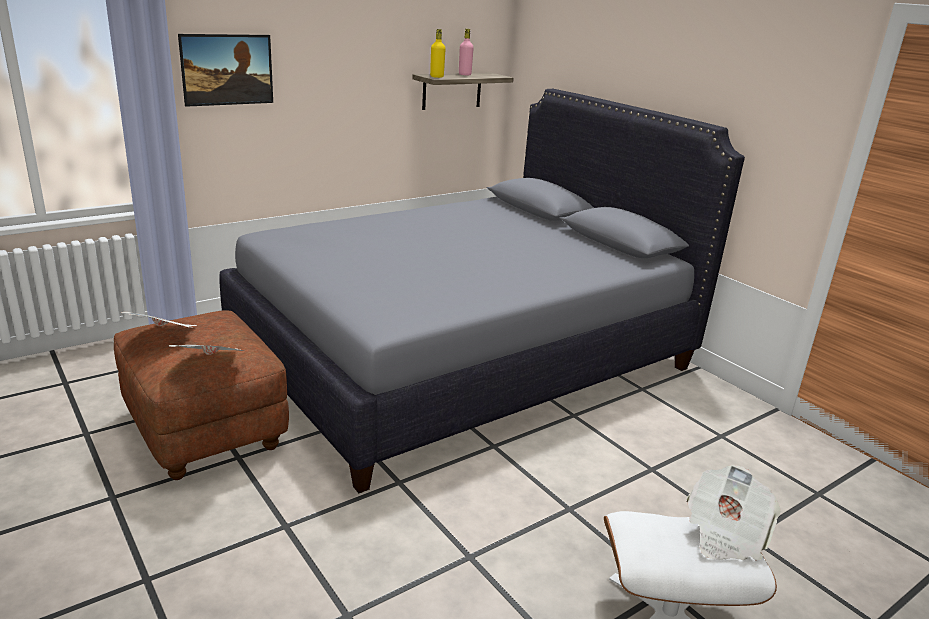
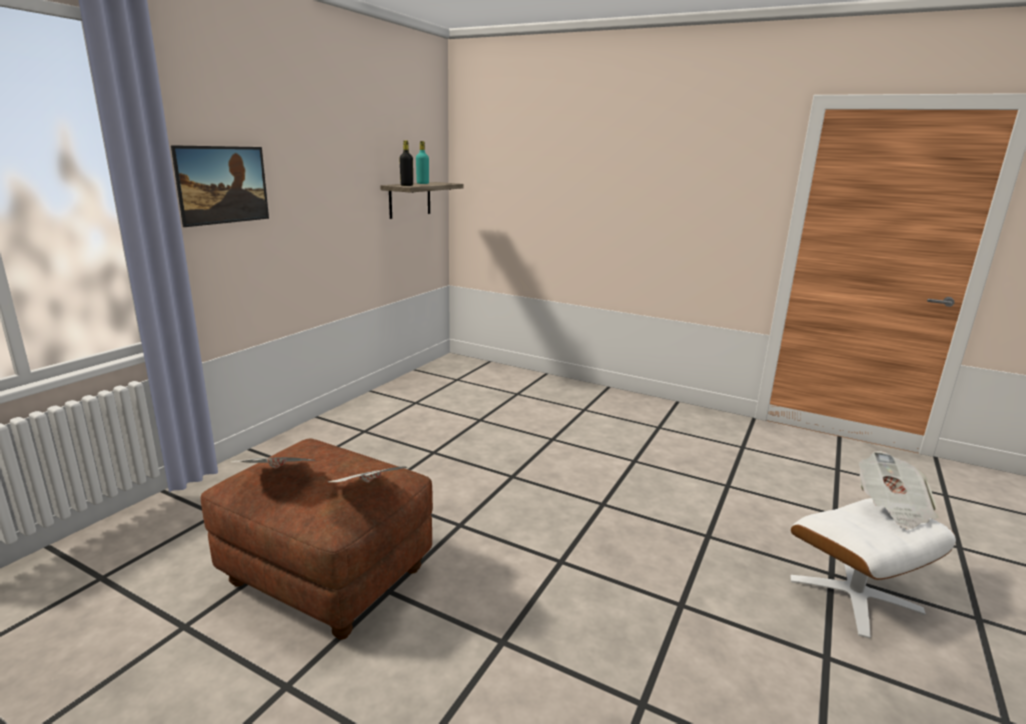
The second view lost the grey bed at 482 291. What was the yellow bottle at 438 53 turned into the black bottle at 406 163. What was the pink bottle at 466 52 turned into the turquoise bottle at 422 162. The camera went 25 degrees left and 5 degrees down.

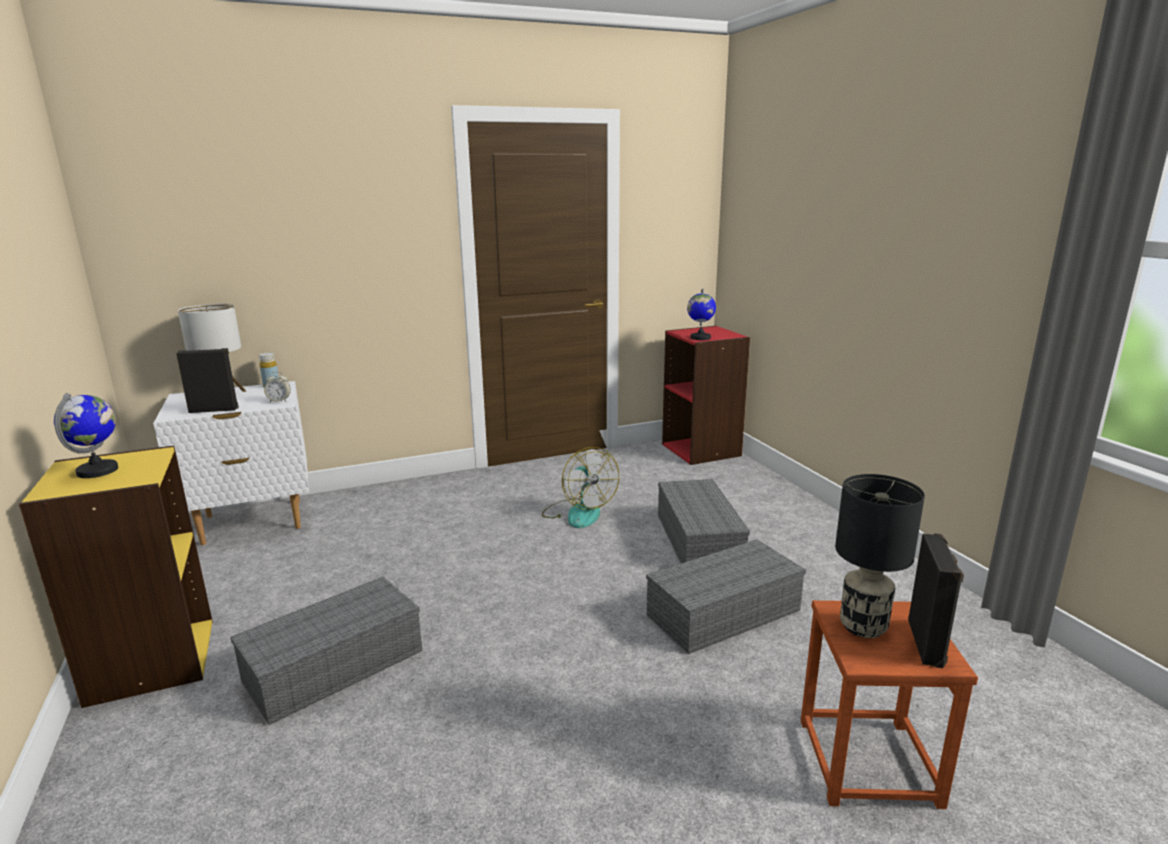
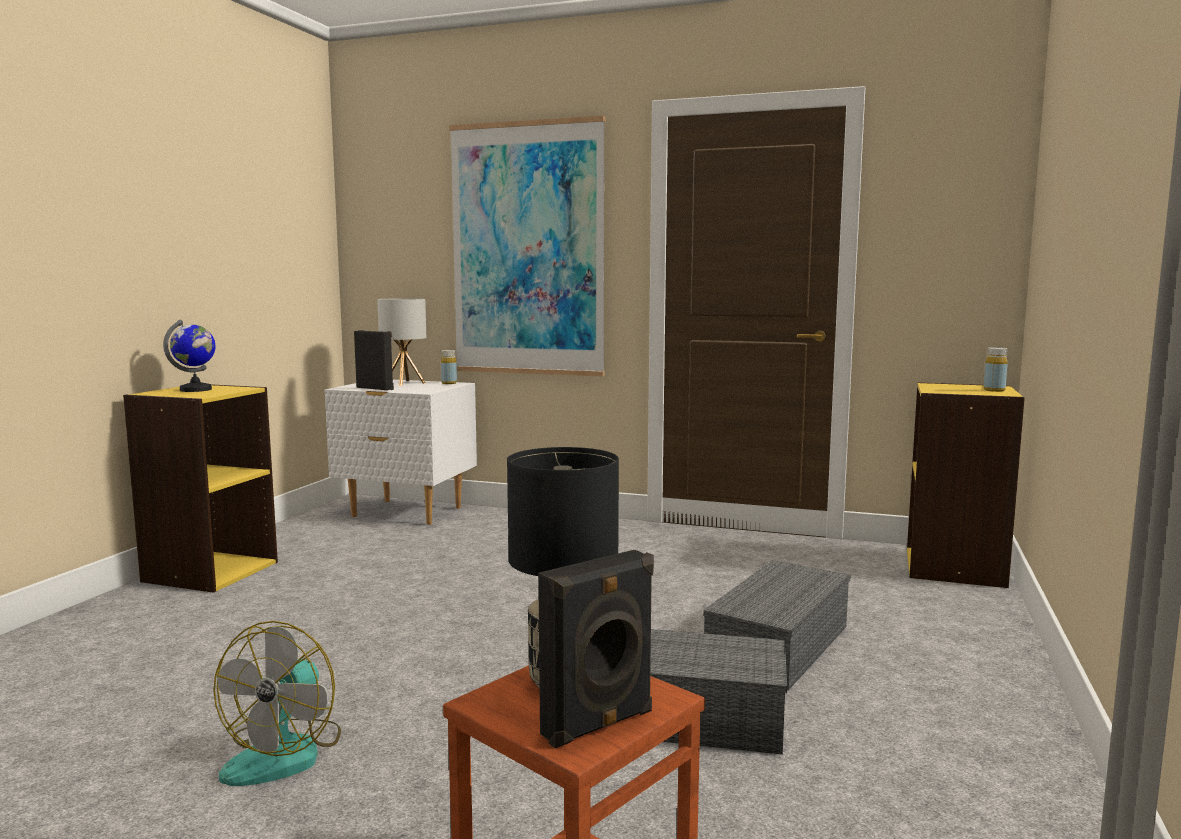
The second view lost the grey storage box at 326 651. The second view lost the alarm clock at 277 387. The fan ended up elsewhere, having gone from 580 487 to 277 703. What was the red bookcase at 706 395 turned into the yellow bookcase at 966 485. The second view lost the globe at 701 314. The second view gained the picture at 527 246. The second view gained the yellow bottle at 996 369. The camera went 40 degrees right and 10 degrees down.

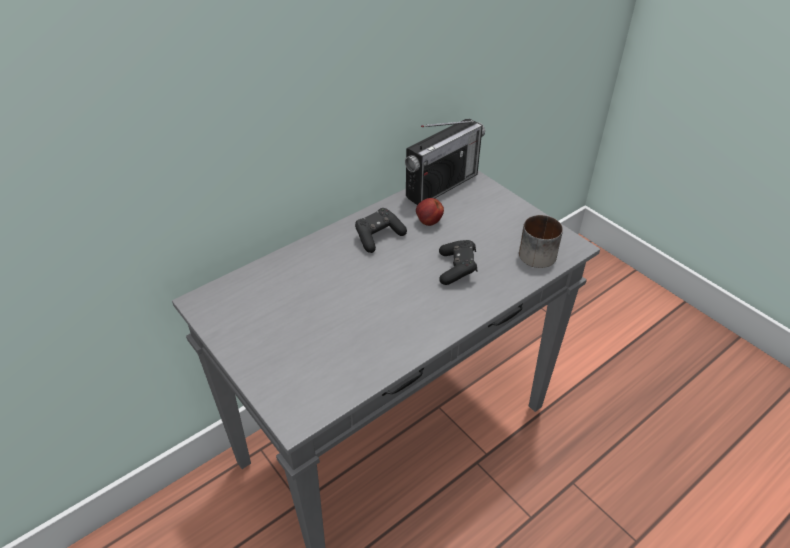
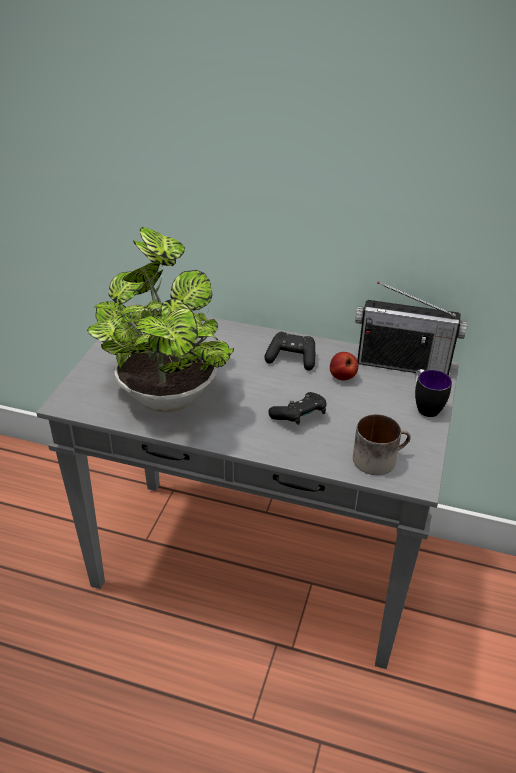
The second view gained the potted plant at 160 319. The second view gained the mug at 433 393. The camera went 55 degrees right and 5 degrees down.

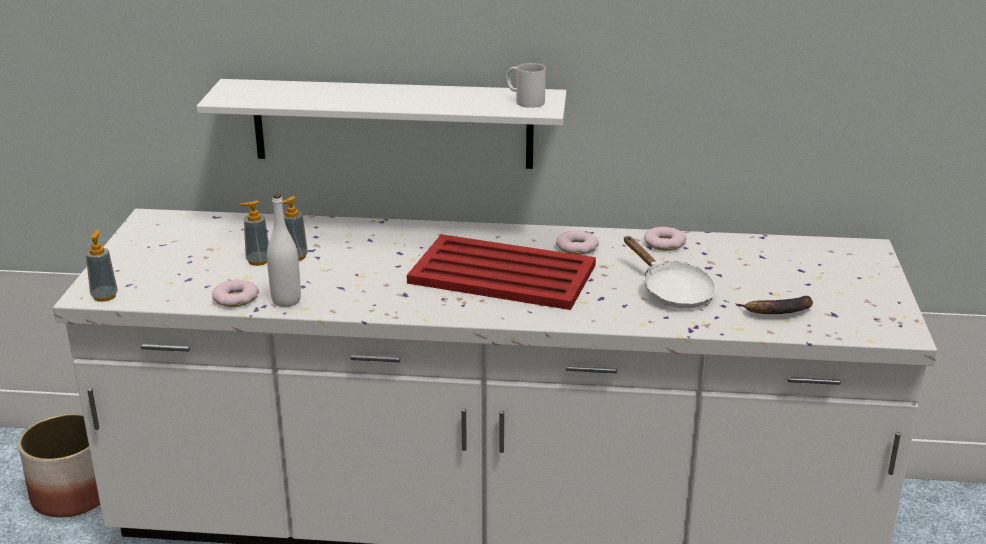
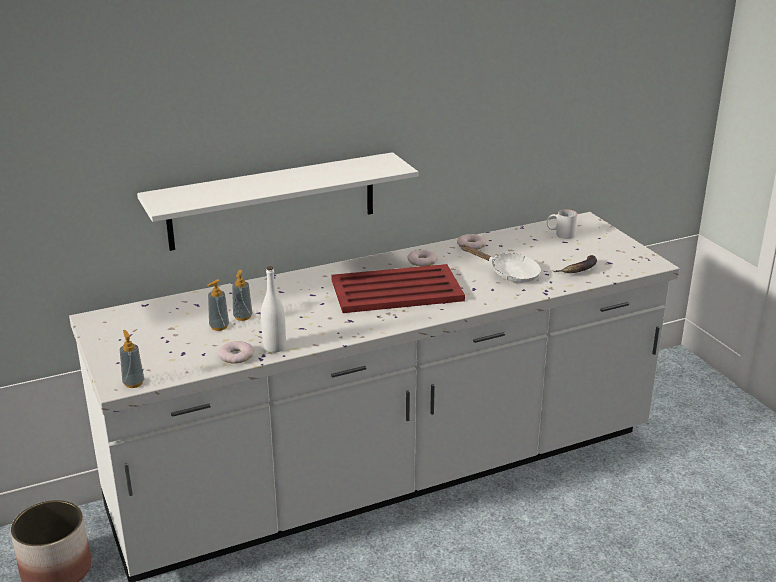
The white mug ended up elsewhere, having gone from 526 85 to 562 224. The camera went 30 degrees left and 0 degrees up.

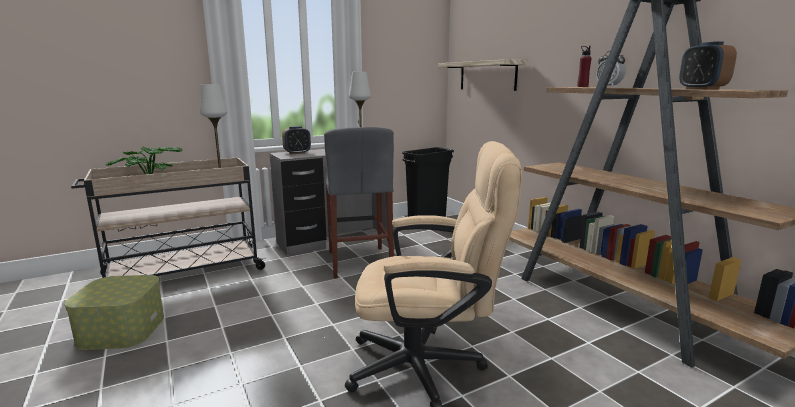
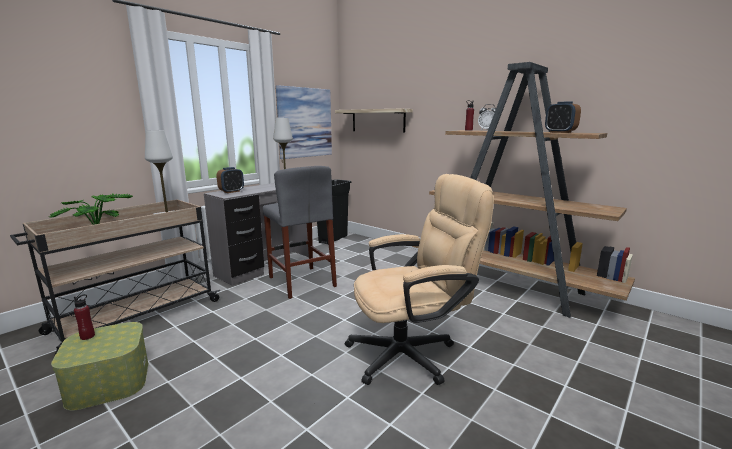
The second view gained the red bottle at 84 317. The second view gained the picture at 304 122. The camera went 20 degrees left and 0 degrees up.

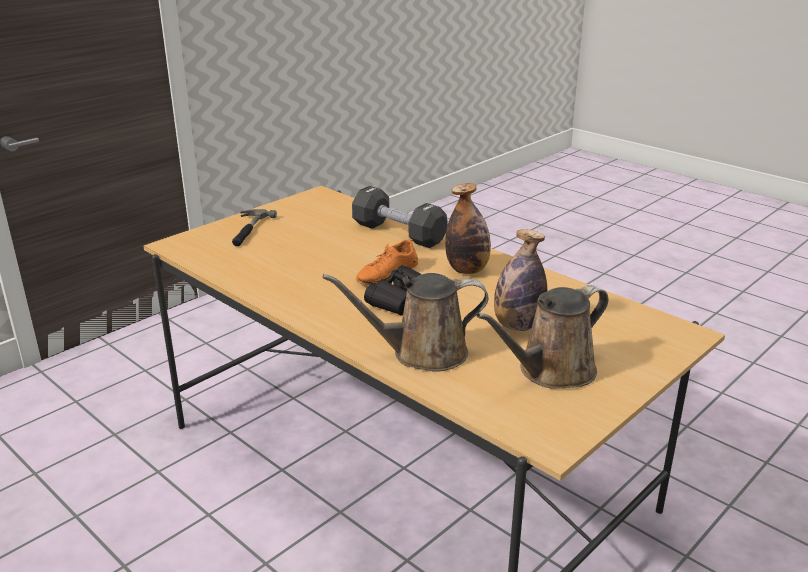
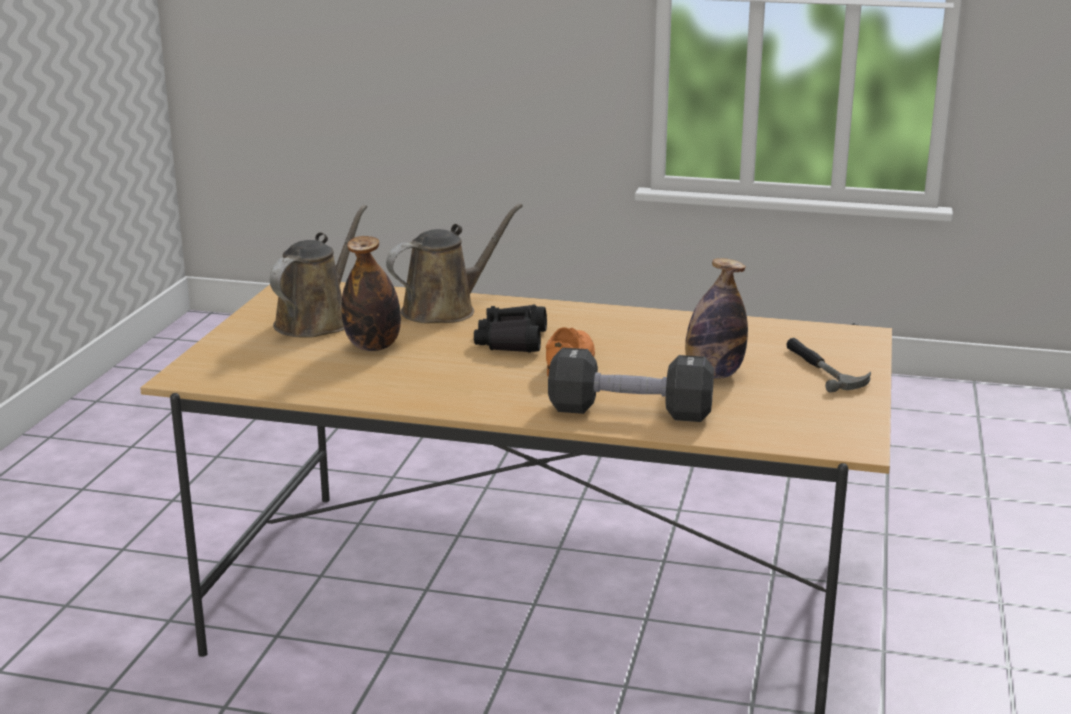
The bottle ended up elsewhere, having gone from 468 228 to 716 318. The camera went 150 degrees right and 5 degrees down.

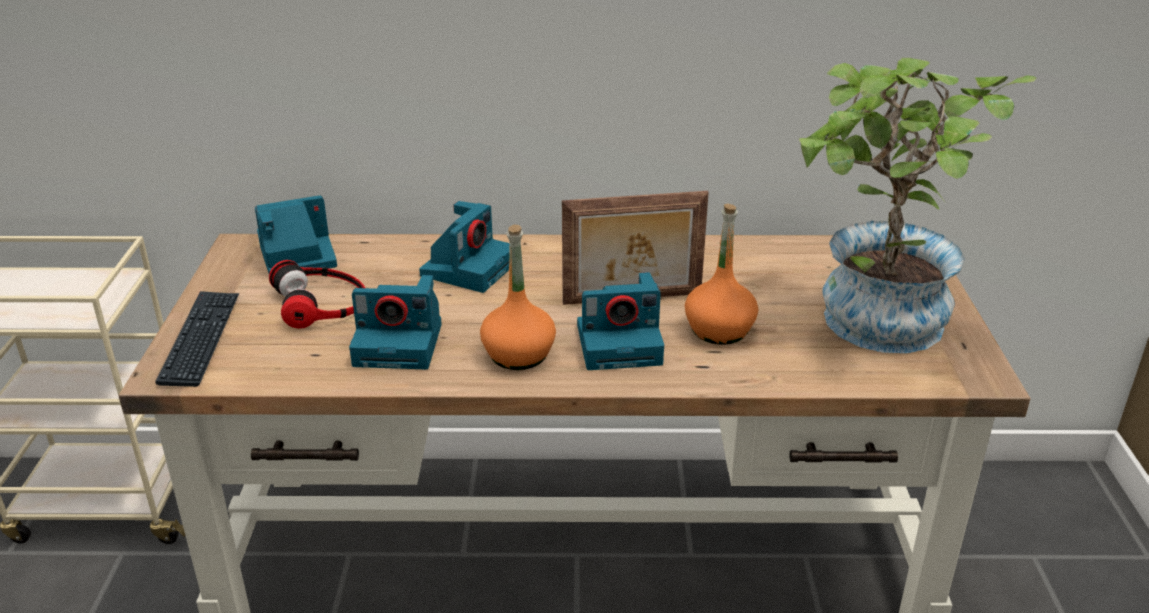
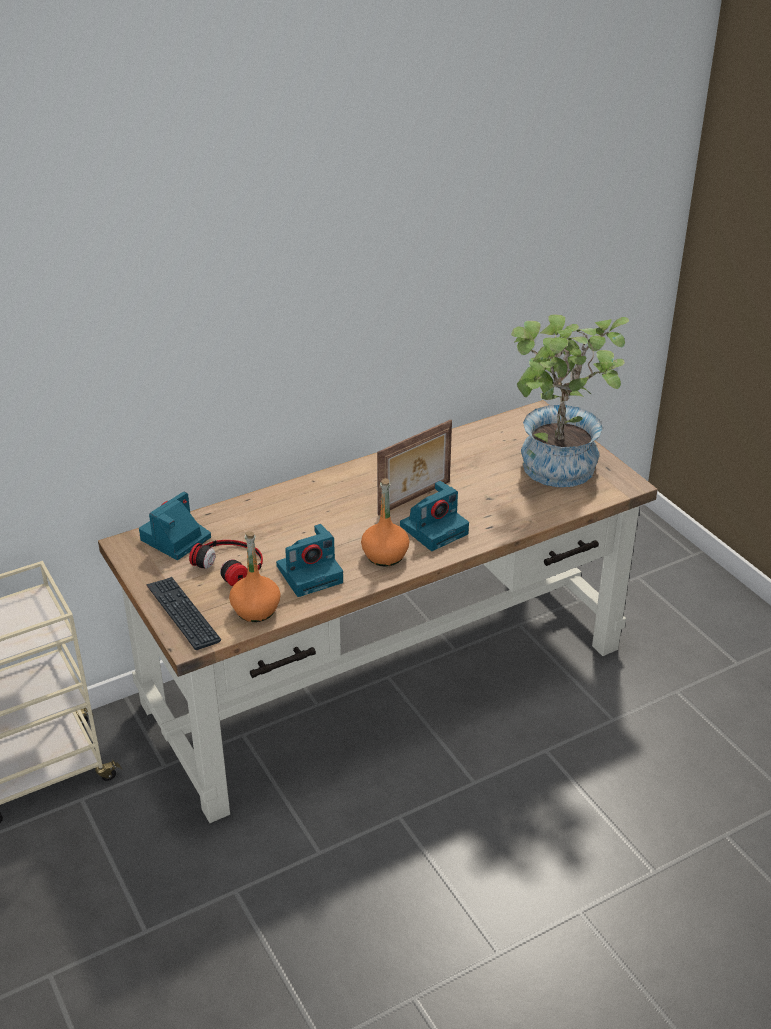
The second view lost the photo camera at 464 247. The orange bottle ended up elsewhere, having gone from 721 274 to 255 576. The camera went 30 degrees left and 5 degrees up.

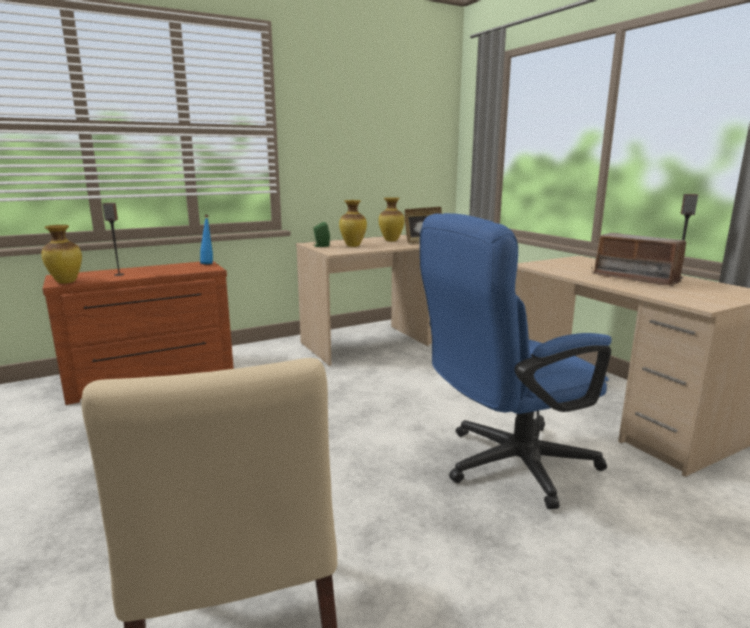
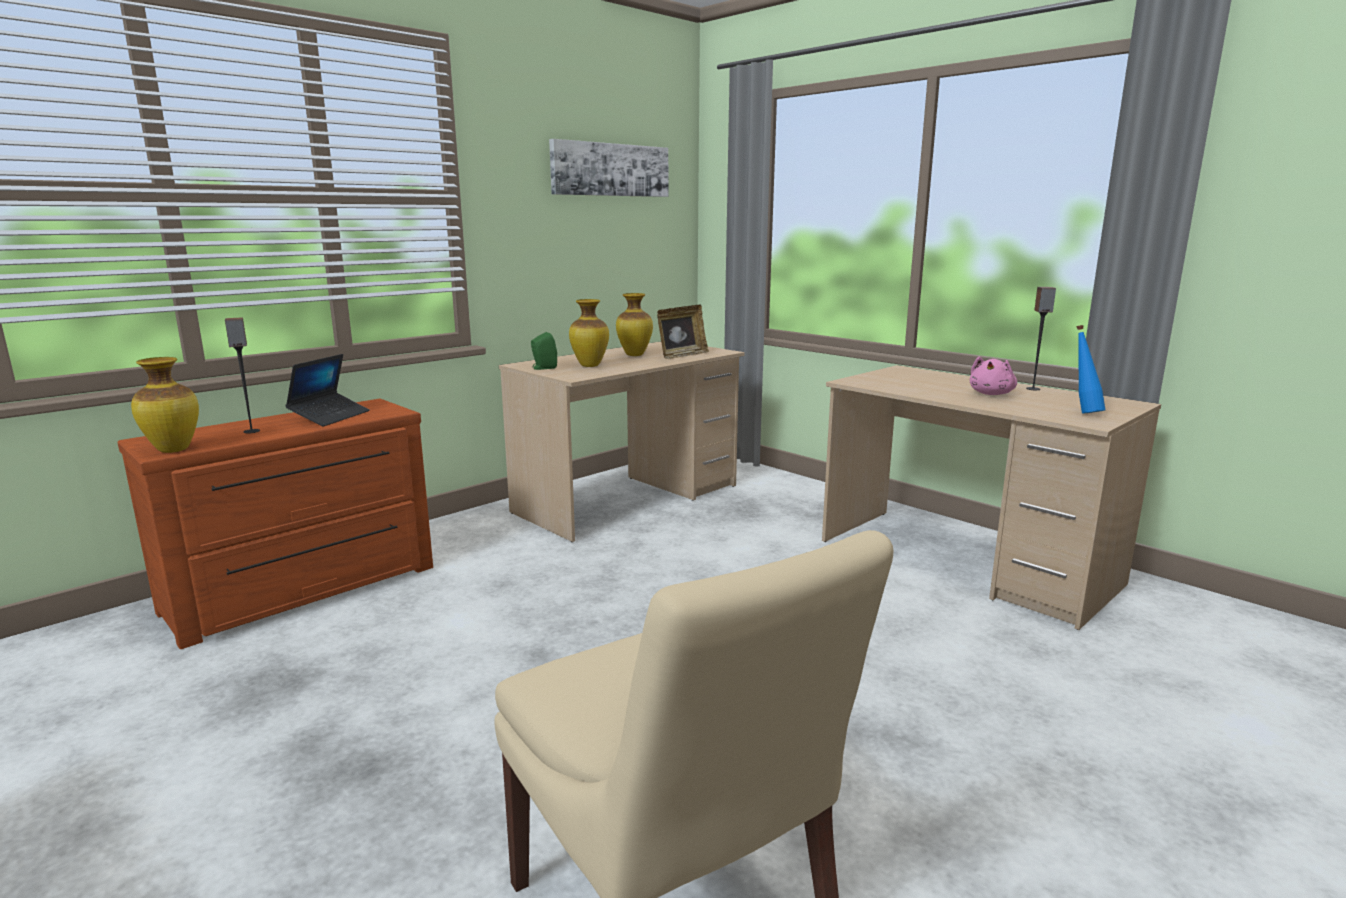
The blue bottle ended up elsewhere, having gone from 206 239 to 1091 369. The second view lost the blue office chair at 516 361. Where the radio stood at 641 260, the pink plush toy came to stand at 993 376. The second view gained the laptop at 327 390. The second view gained the picture at 608 168. The camera went 15 degrees left and 0 degrees up.

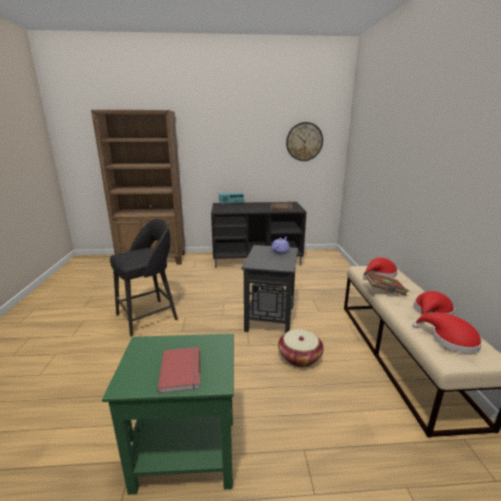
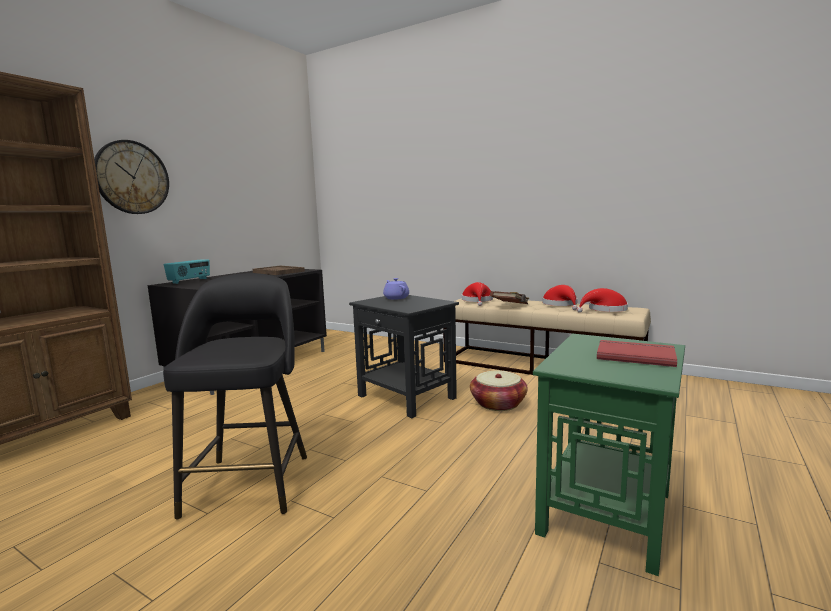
The wall clock ended up elsewhere, having gone from 304 141 to 131 177. The camera went 55 degrees left and 10 degrees down.

